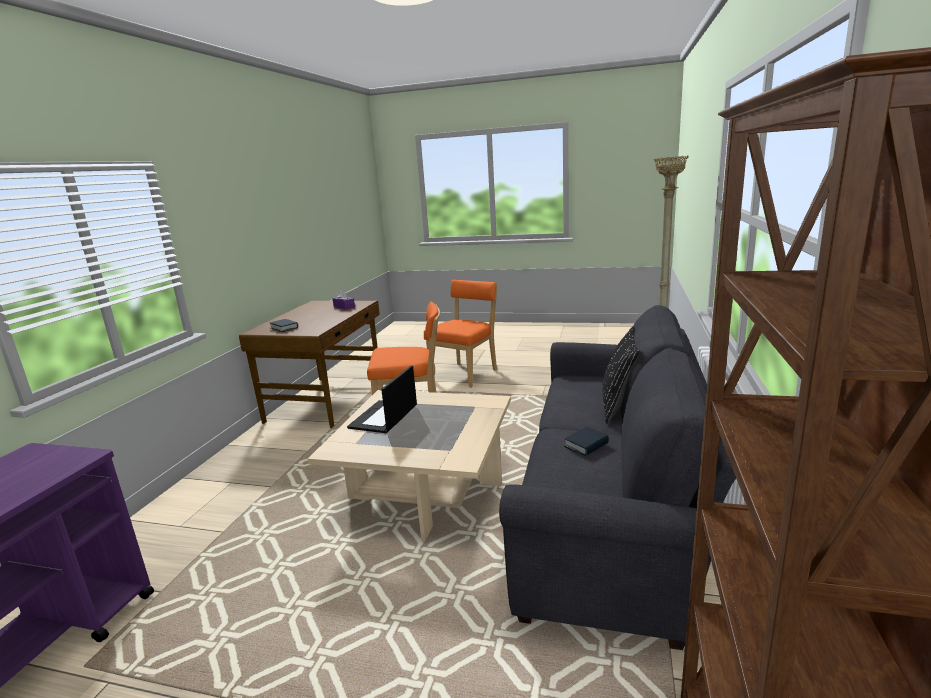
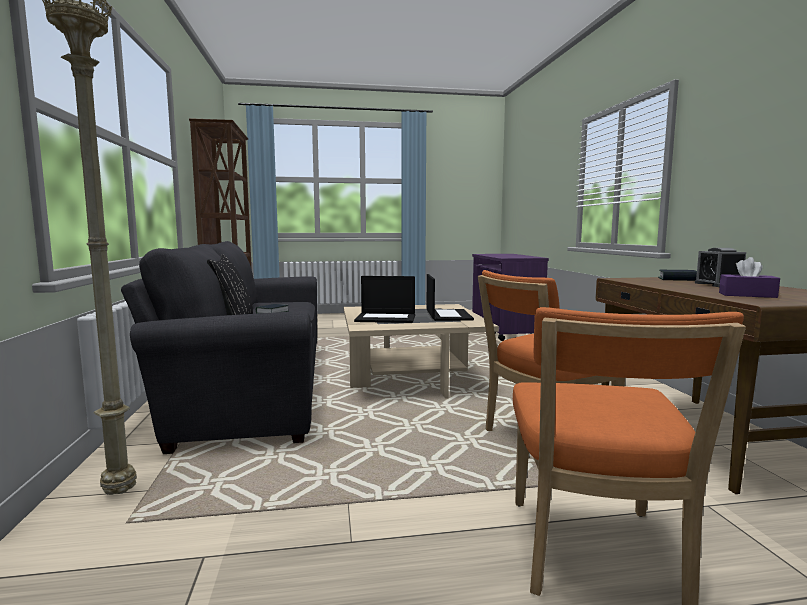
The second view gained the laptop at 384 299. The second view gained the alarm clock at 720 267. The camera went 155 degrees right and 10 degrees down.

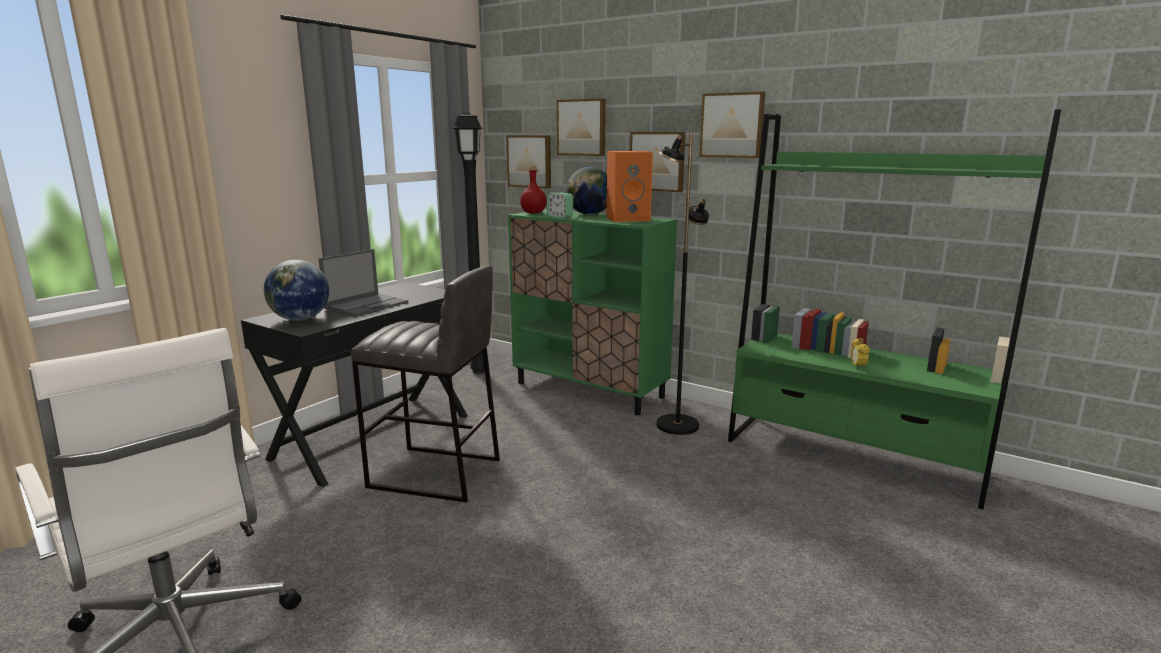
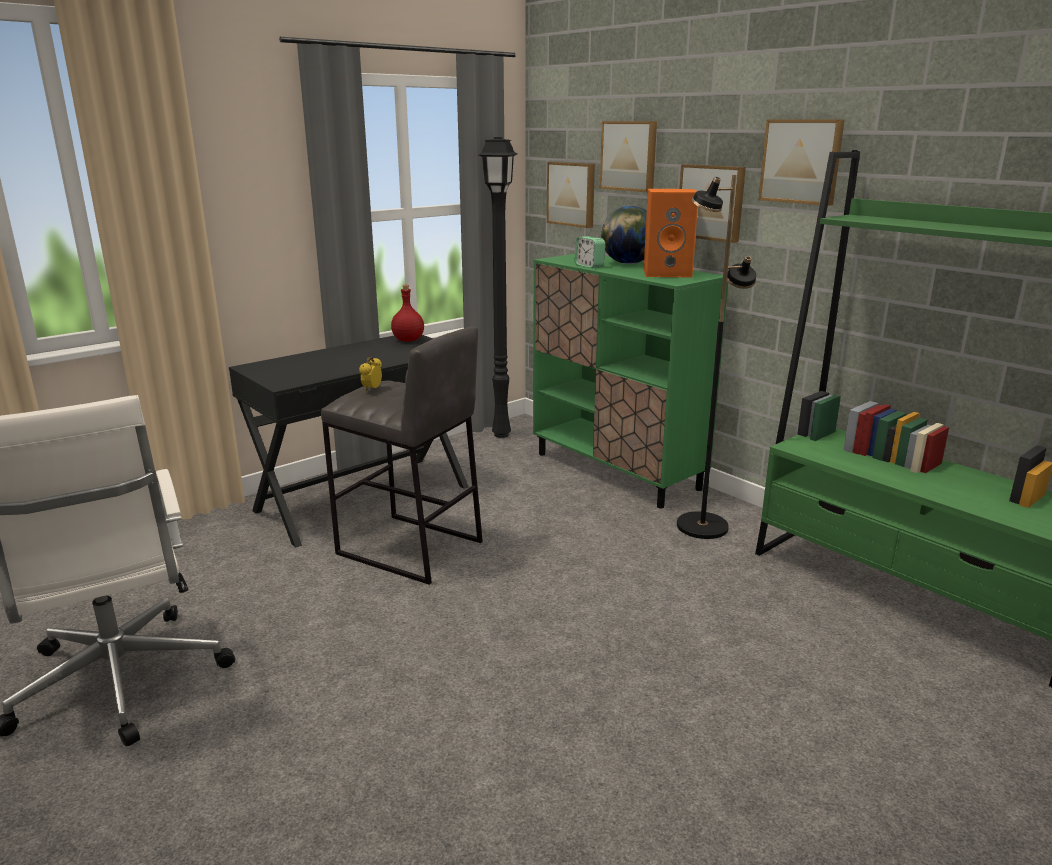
The second view lost the globe at 296 290. The second view lost the laptop at 363 282. The red bottle ended up elsewhere, having gone from 533 190 to 407 313. The alarm clock ended up elsewhere, having gone from 860 353 to 370 374. The camera went 15 degrees right and 5 degrees up.

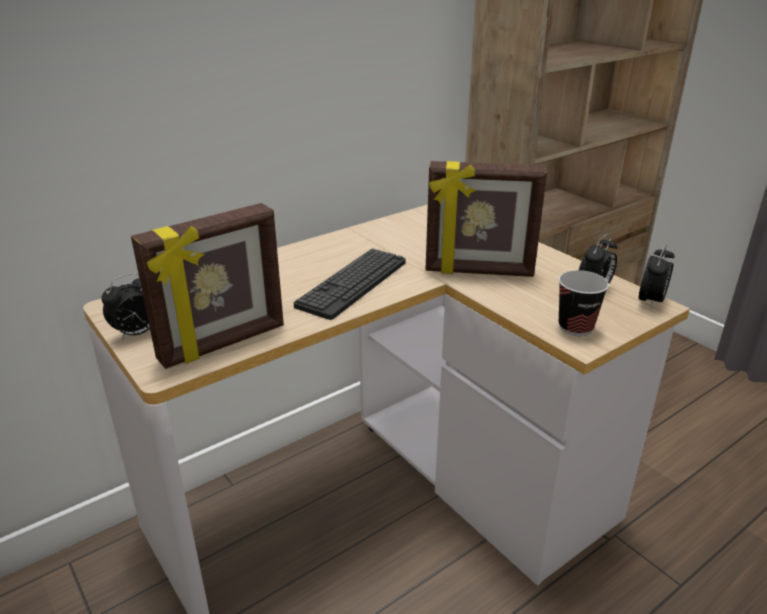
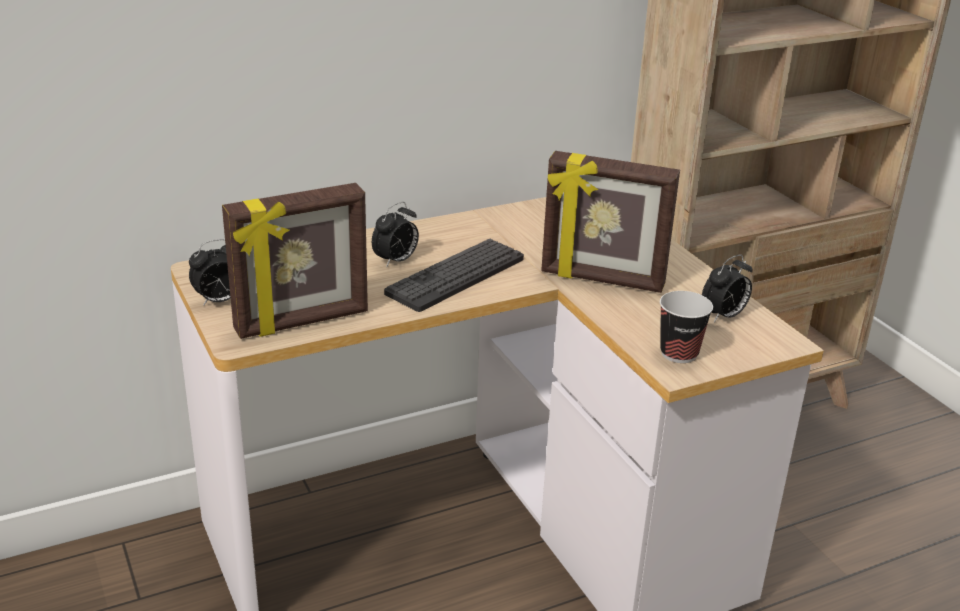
The alarm clock ended up elsewhere, having gone from 657 276 to 395 235. The camera went 10 degrees right and 0 degrees up.

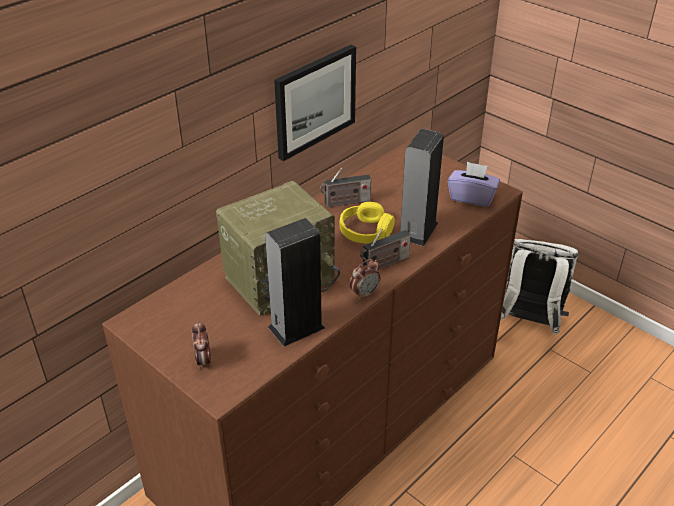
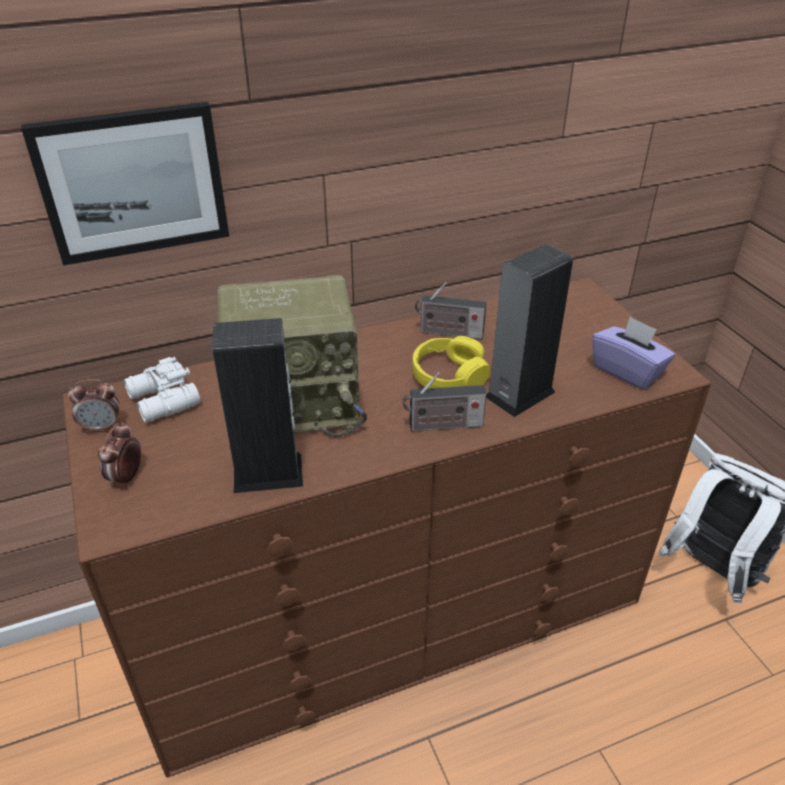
The picture ended up elsewhere, having gone from 315 103 to 125 184. The alarm clock ended up elsewhere, having gone from 365 279 to 93 406. The second view gained the white binoculars at 162 390. The camera went 25 degrees right and 0 degrees up.

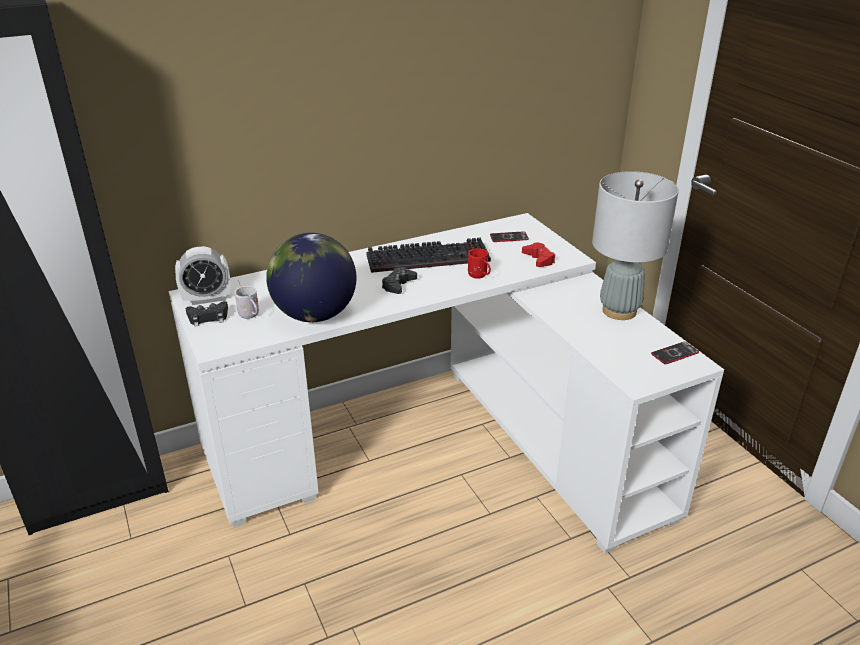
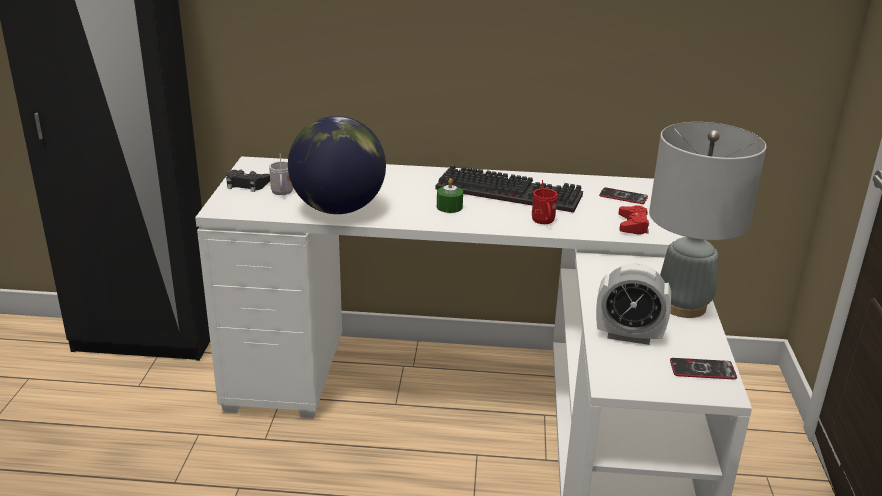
The alarm clock ended up elsewhere, having gone from 202 275 to 633 304. Where the black game controller stood at 399 280, the green candle came to stand at 450 195. The camera went 30 degrees right and 5 degrees down.

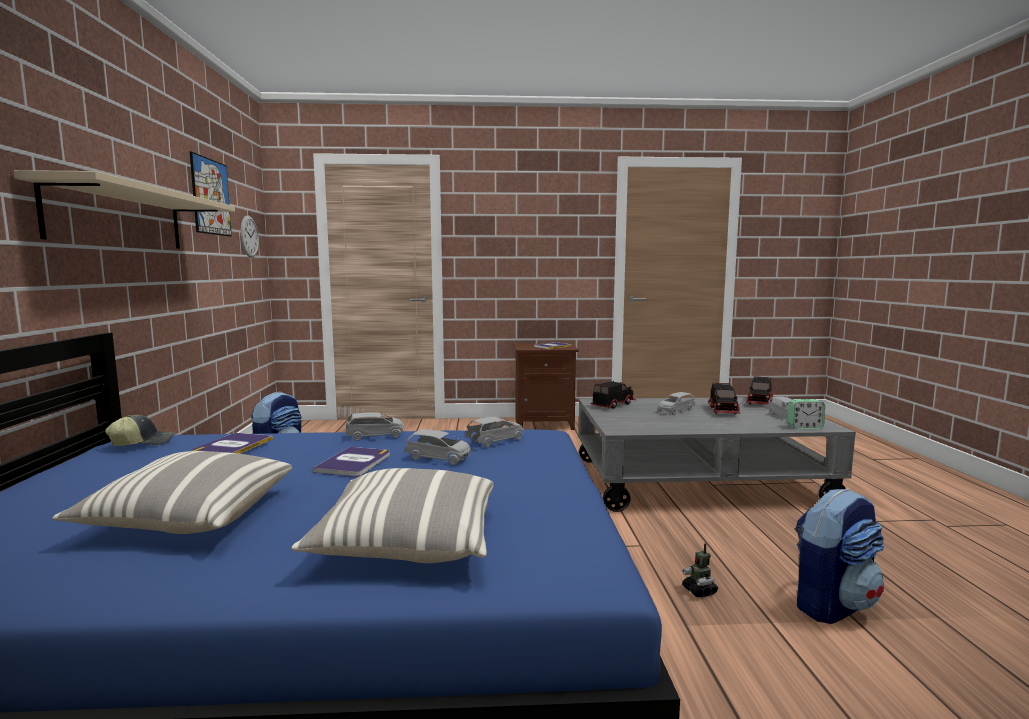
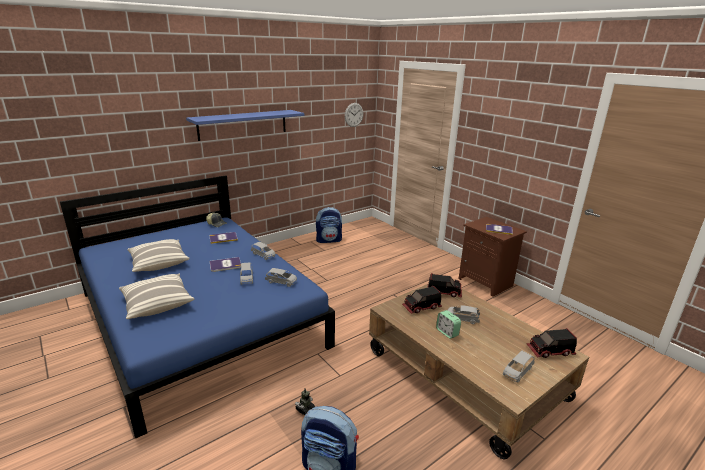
What was the beige shelf at 124 209 turned into the blue shelf at 245 125. The second view lost the picture at 211 194. What was the grey coffee table at 717 454 turned into the brown coffee table at 479 371. The toy truck ended up elsewhere, having gone from 724 398 to 422 300. The alarm clock ended up elsewhere, having gone from 806 414 to 448 324. The camera went 55 degrees right and 15 degrees up.

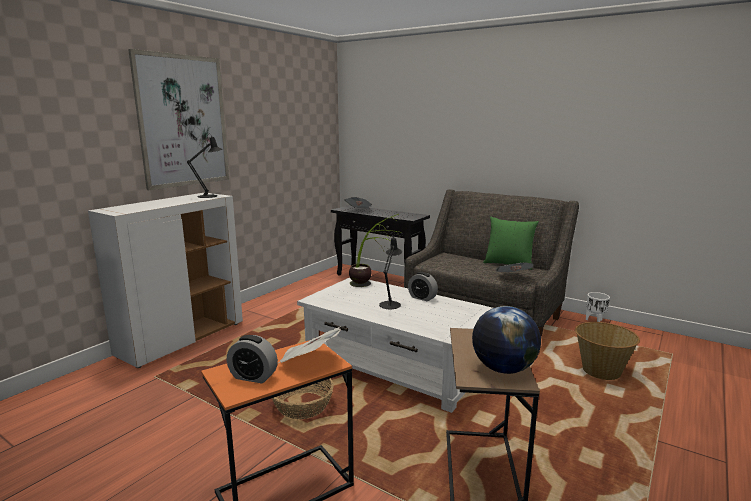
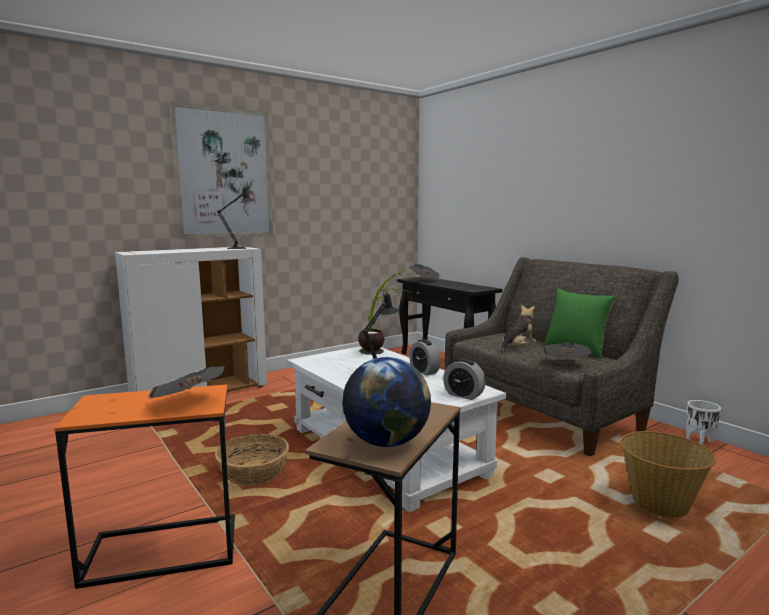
The alarm clock ended up elsewhere, having gone from 252 359 to 464 379. The second view gained the plush toy at 519 330. The camera went 20 degrees right and 5 degrees down.

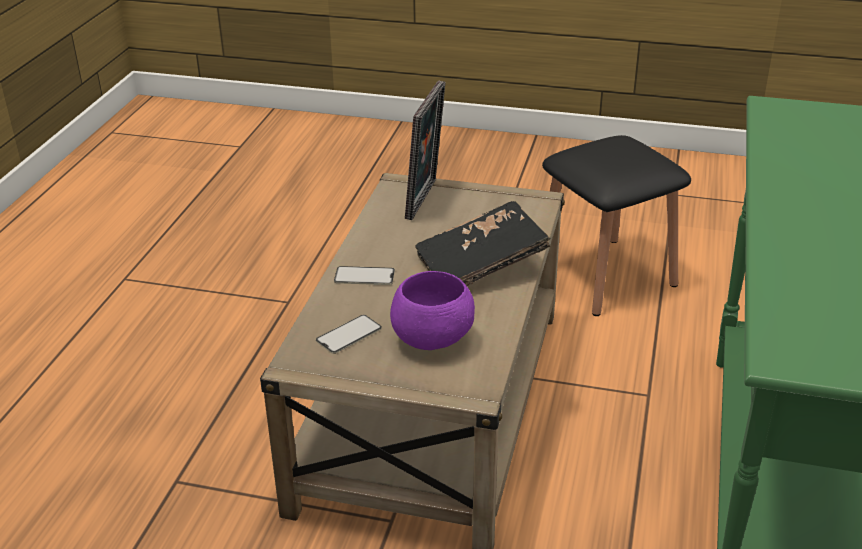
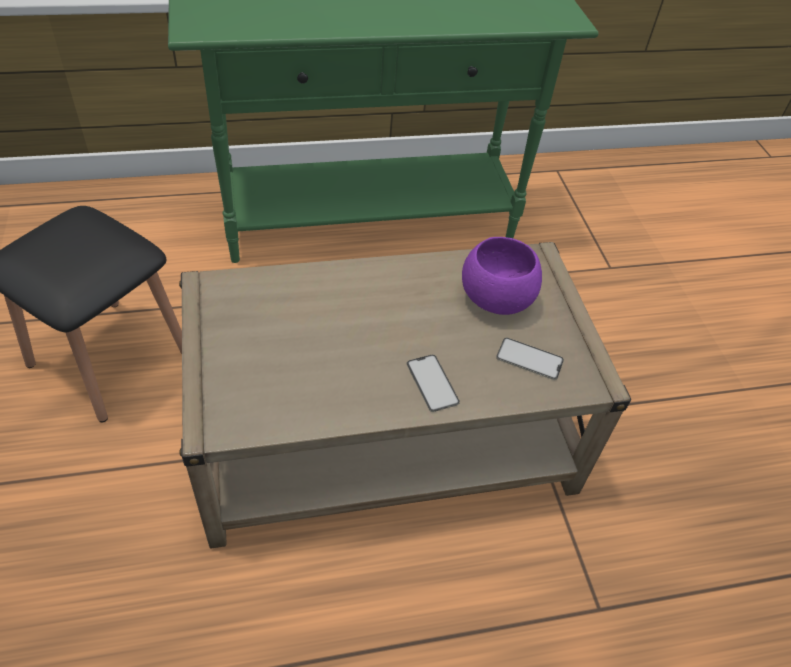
The second view lost the picture frame at 425 150. The second view lost the black book at 482 243. The camera went 120 degrees left and 15 degrees up.

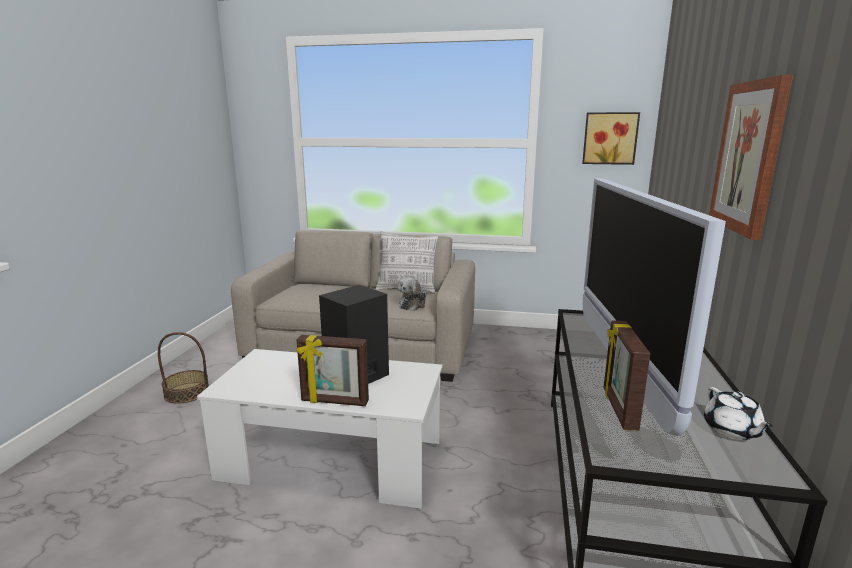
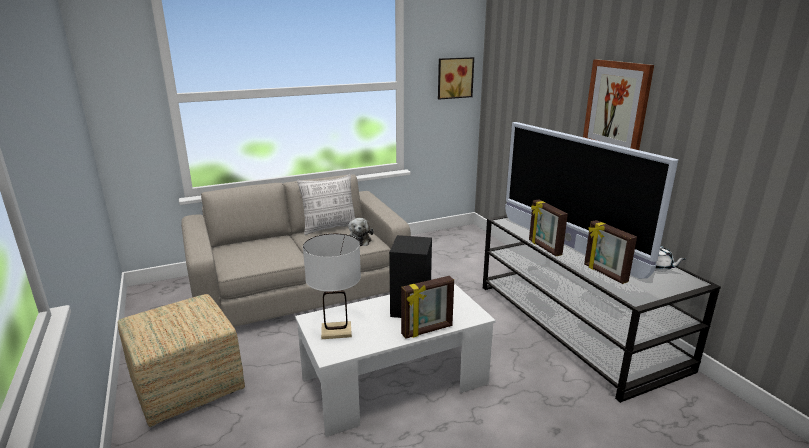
Where the basket stood at 183 368, the ottoman came to stand at 181 360. The second view gained the white table lamp at 332 286. The second view gained the picture frame at 548 228. The camera went 35 degrees left and 5 degrees up.

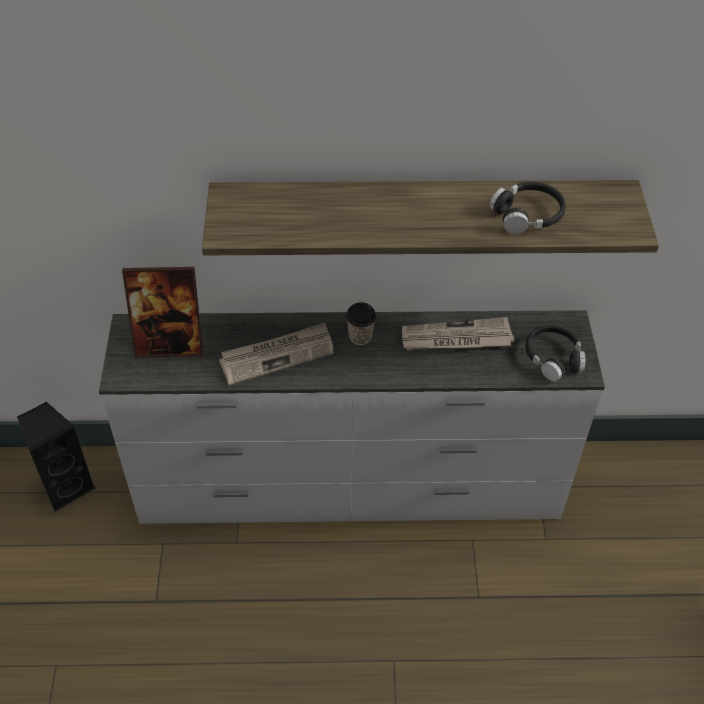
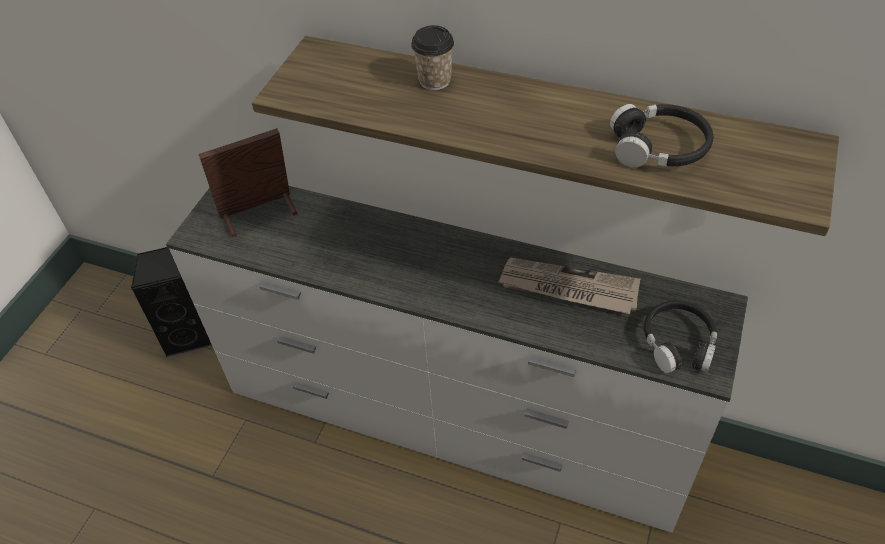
The picture frame at 162 312 ended up facing another way, 135 degrees clockwise from before. The second view lost the newspaper at 276 354. The cup ended up elsewhere, having gone from 361 323 to 432 57. The camera went 25 degrees right and 0 degrees up.

